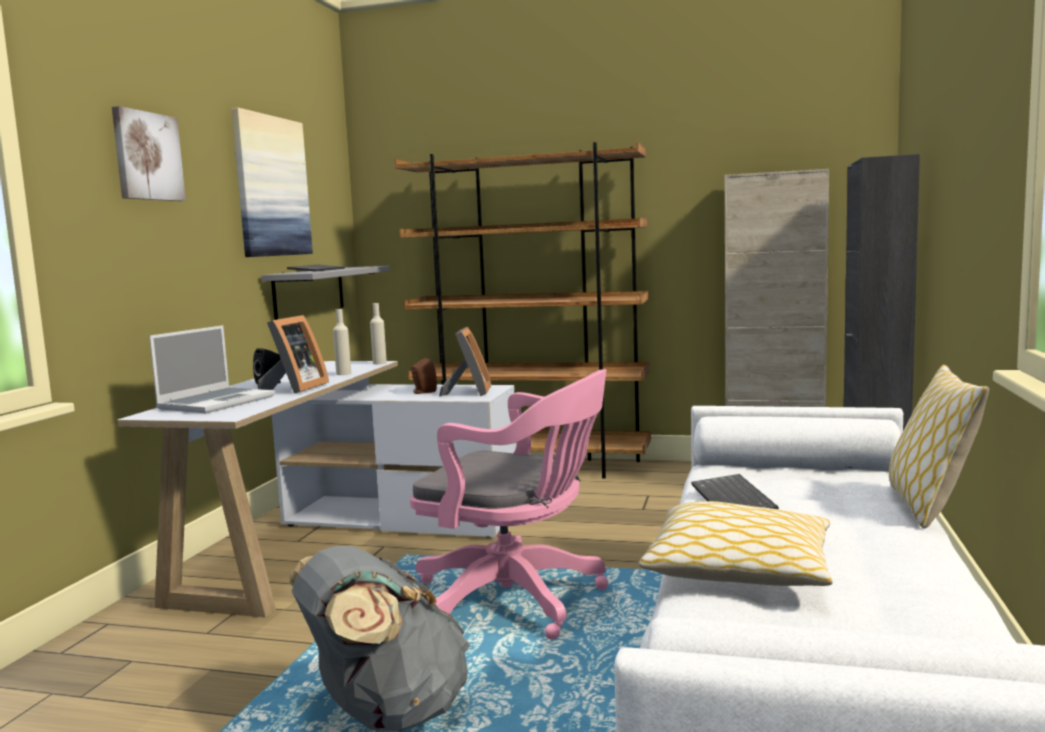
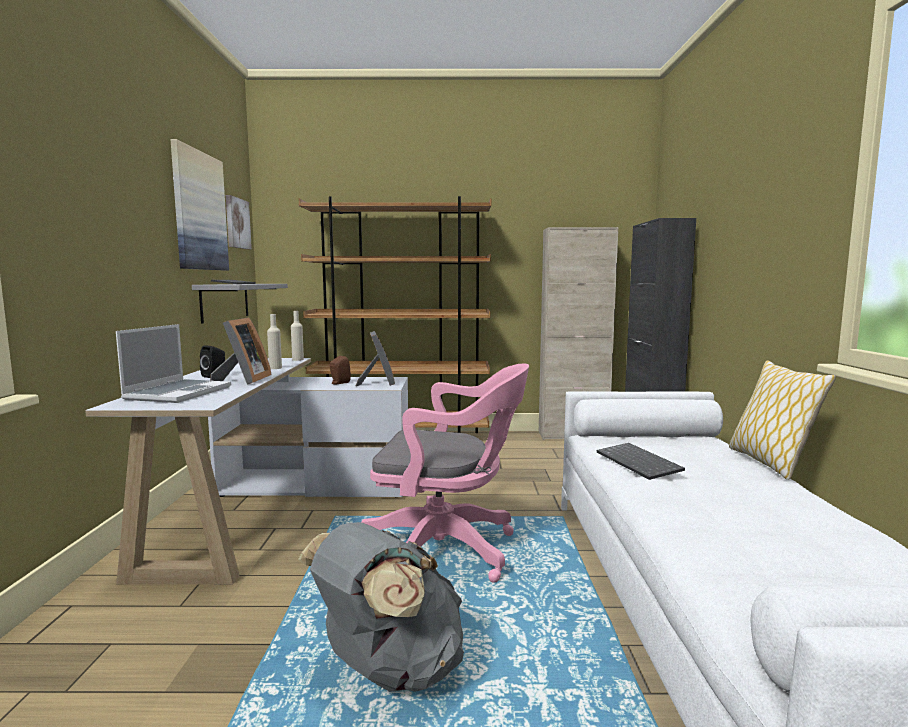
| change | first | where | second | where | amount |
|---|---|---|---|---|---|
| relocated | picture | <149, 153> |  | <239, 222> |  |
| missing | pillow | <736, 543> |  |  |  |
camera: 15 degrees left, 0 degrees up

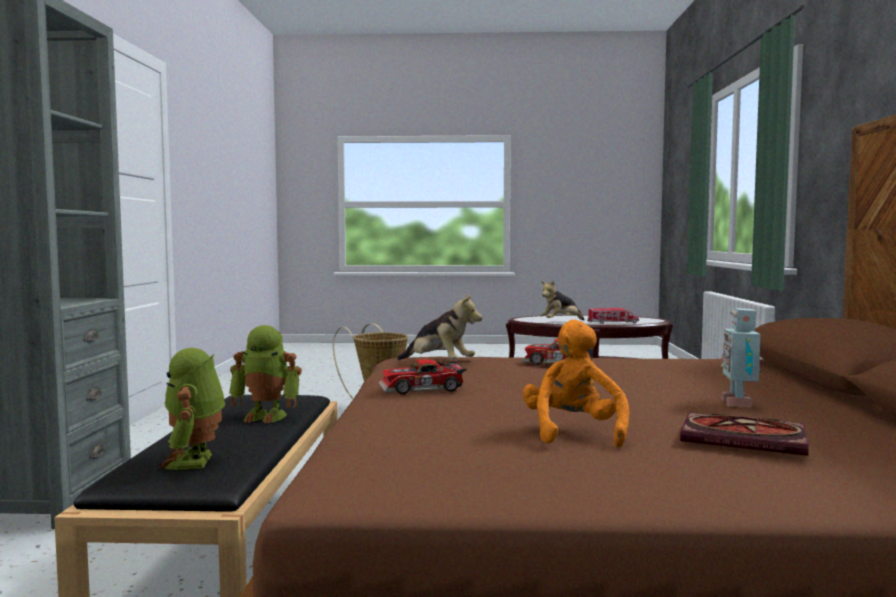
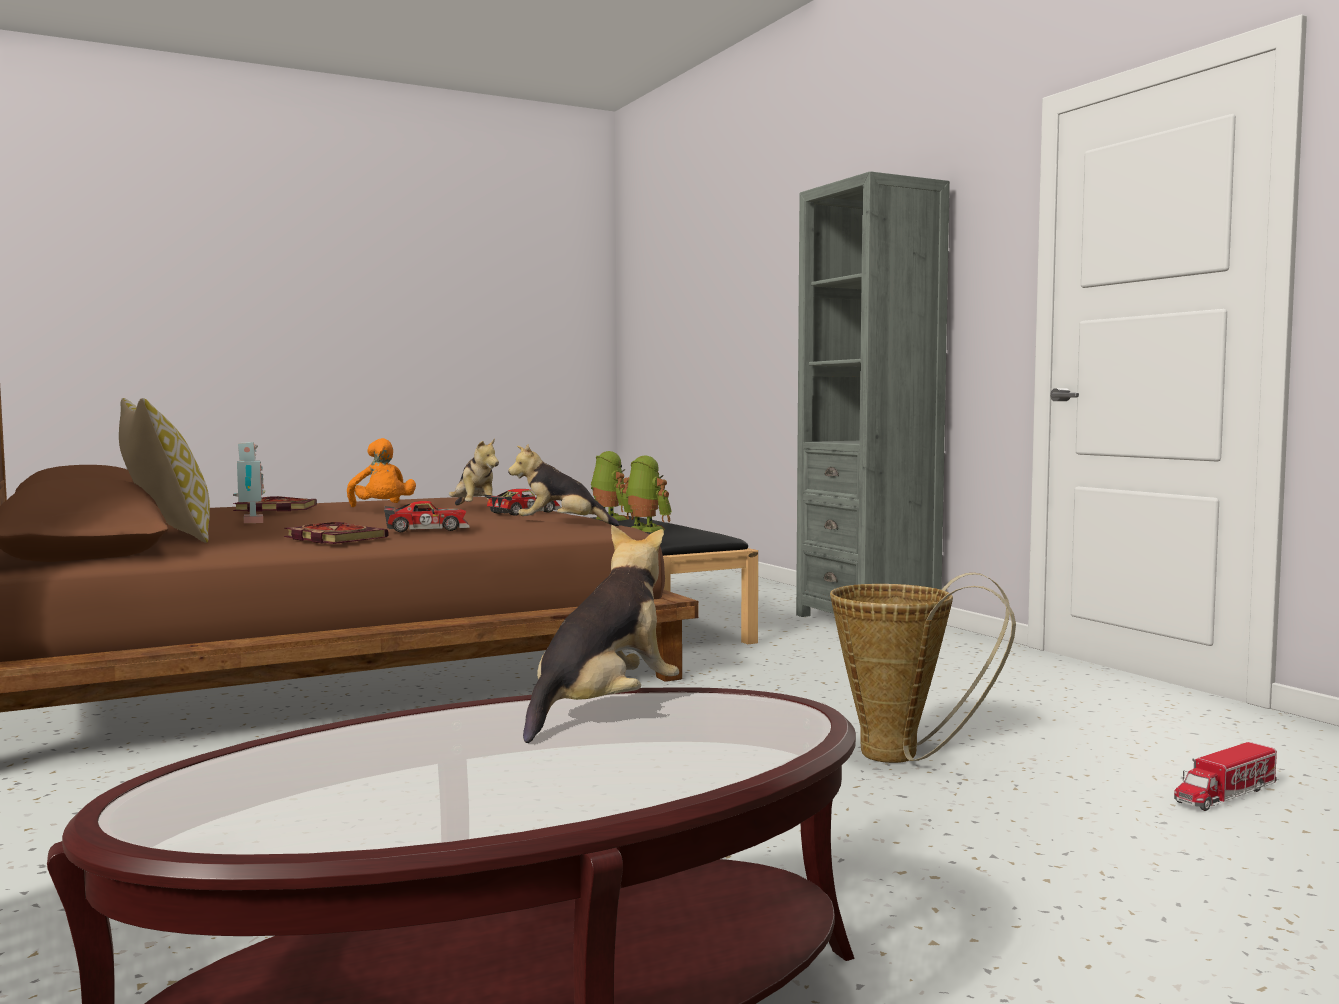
| change | first | where | second | where | amount |
|---|---|---|---|---|---|
| relocated | toy truck | <613, 316> |  | <1225, 776> |  |
| spun | toy robot | <265, 374> |  | <646, 493> | 60 degrees clockwise |
| appeared |  |  | pillow | <164, 470> |  |
| appeared |  |  | plush toy | <474, 471> |  |
| appeared |  |  | book | <336, 533> |  |
camera: 150 degrees right, 0 degrees up

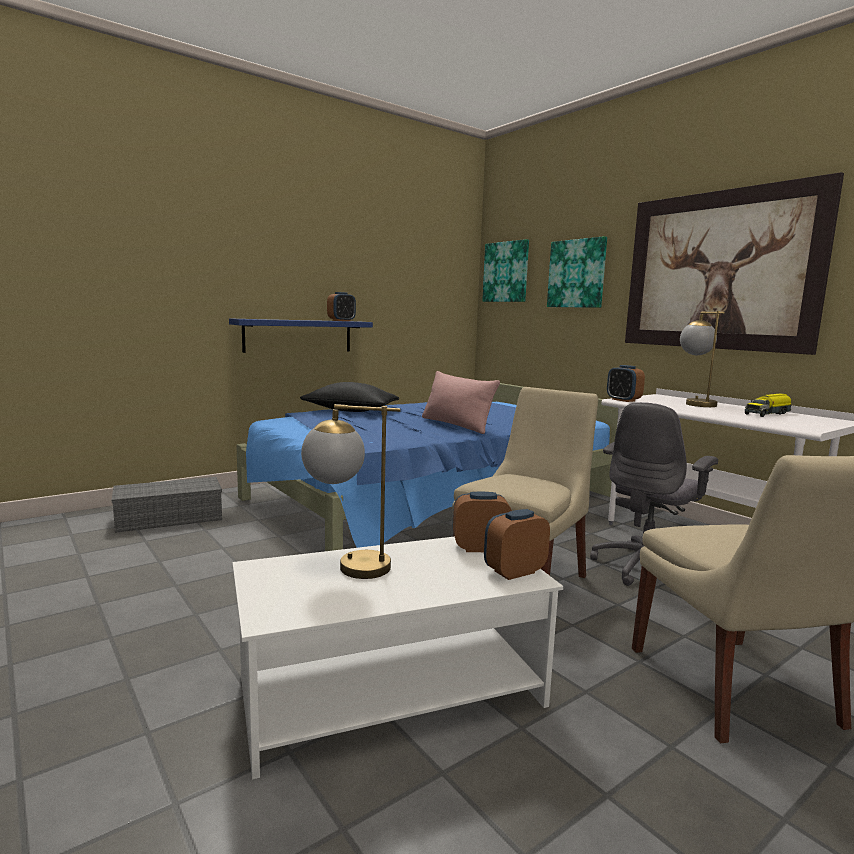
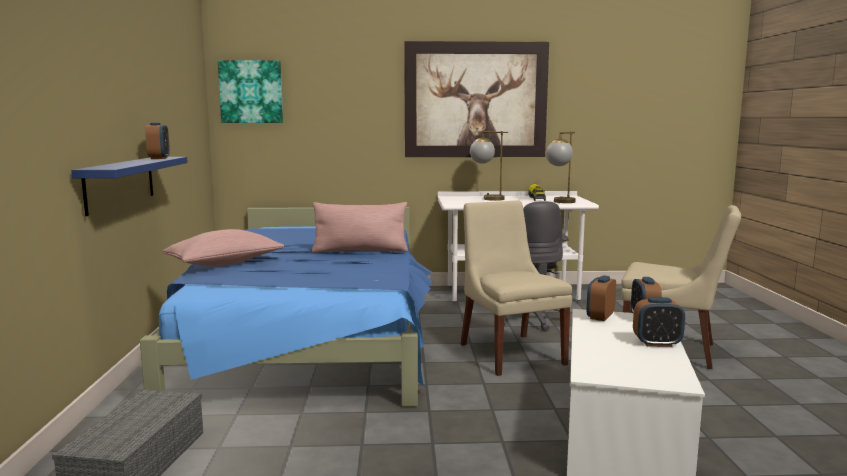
| change | first | where | second | where | amount |
|---|---|---|---|---|---|
| missing | picture | <577, 272> |  |  |  |
| relocated | alarm clock | <626, 383> |  | <659, 322> |  |
| colour | pillow/black | <349, 397> | pillow/pink | <223, 247> |  |
| relocated | table lamp | <351, 491> |  | <561, 167> |  |
camera: 55 degrees left, 0 degrees up

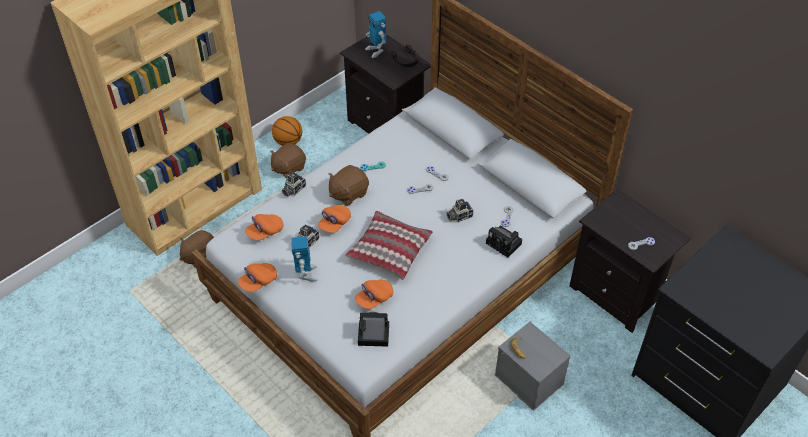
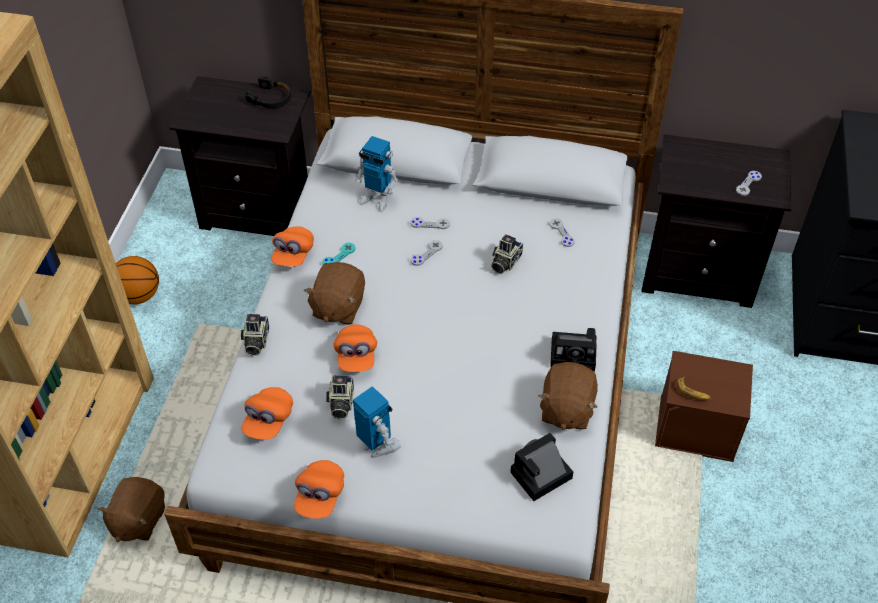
| change | first | where | second | where | amount |
|---|---|---|---|---|---|
| relocated | toy robot | <375, 34> |  | <376, 174> |  |
| relocated | plush toy/brown | <288, 160> |  | <568, 396> |  |
| missing | pillow | <389, 245> |  |  |  |
| relocated | photo camera | <504, 241> |  | <573, 349> |  |
| relocated | cap/orange | <374, 294> |  | <292, 246> |  |
| colour | storage box/grey | <533, 366> | storage box/brown | <704, 406> |  |
camera: 35 degrees left, 0 degrees up

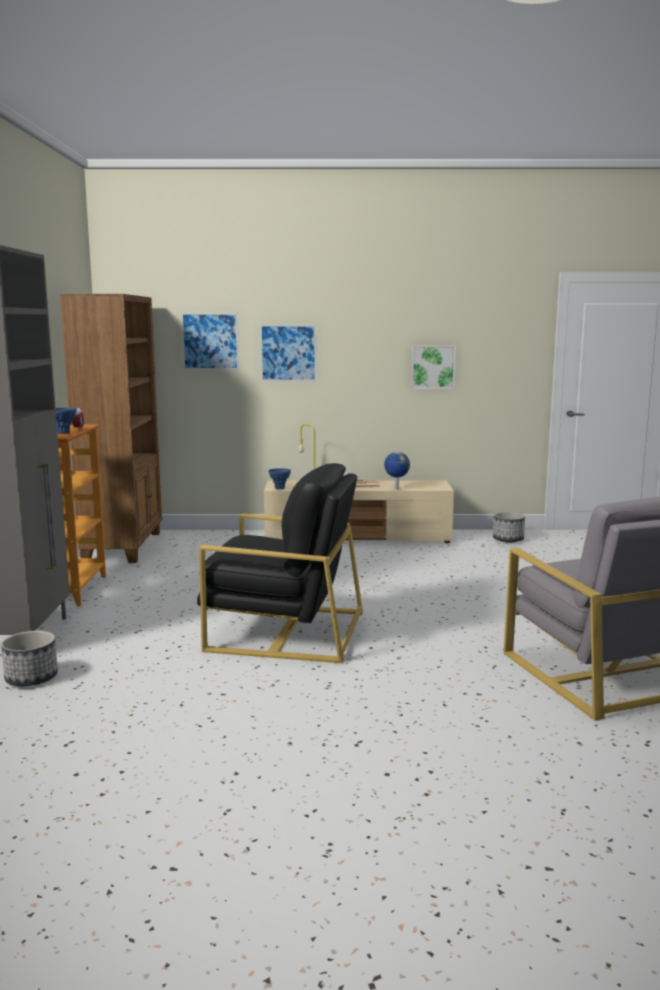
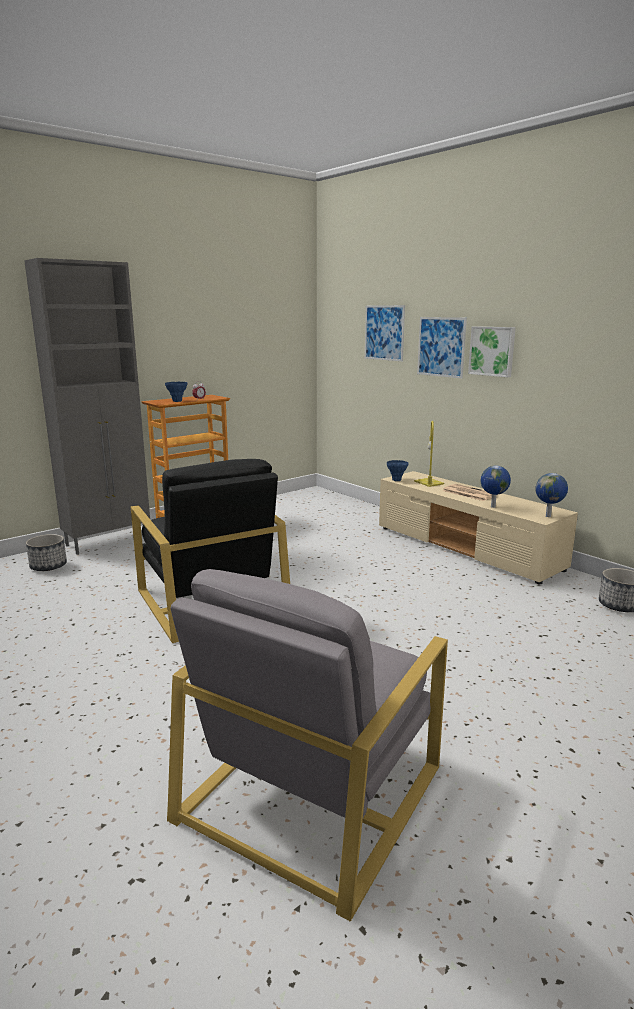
| change | first | where | second | where | amount |
|---|---|---|---|---|---|
| missing | bookcase/brown | <111, 428> |  |  |  |
| relocated | picture | <433, 367> |  | <492, 351> |  |
| appeared |  |  | globe | <551, 495> |  |
camera: 50 degrees right, 5 degrees up

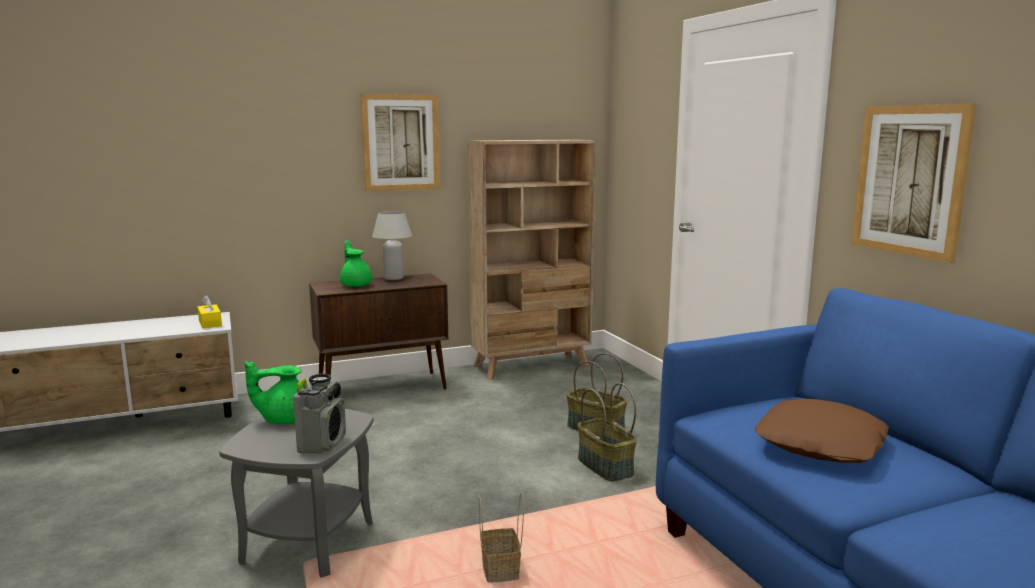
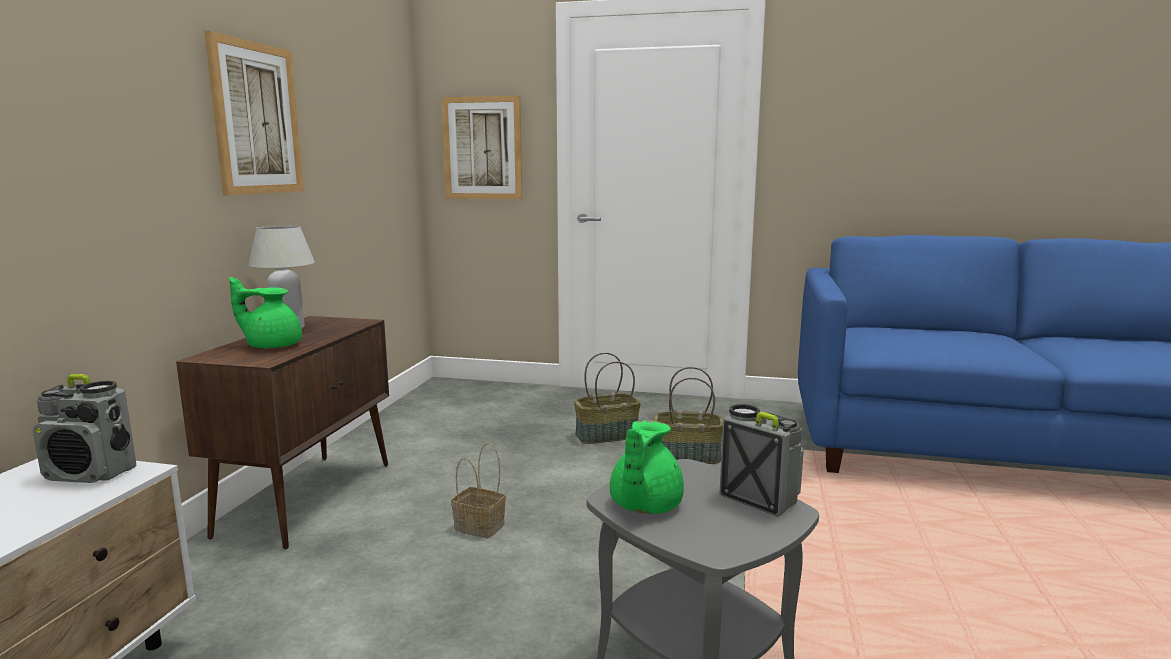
| change | first | where | second | where | amount |
|---|---|---|---|---|---|
| relocated | picture | <913, 183> |  | <481, 147> |  |
| missing | bookcase/beige | <532, 259> |  |  |  |
| exchanged | tissue box/yellow | <210, 311> | radio | <84, 428> |  |
| missing | pillow/brown | <821, 431> |  |  |  |
| relocated | basket | <501, 537> |  | <478, 490> |  |
camera: 55 degrees left, 0 degrees up

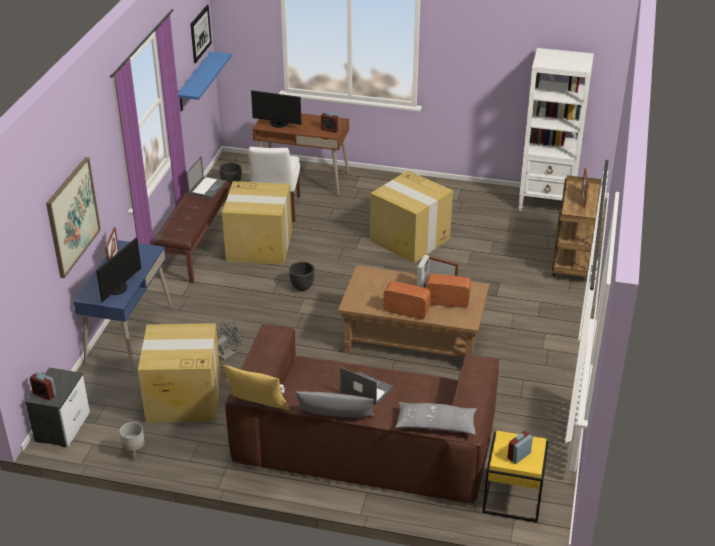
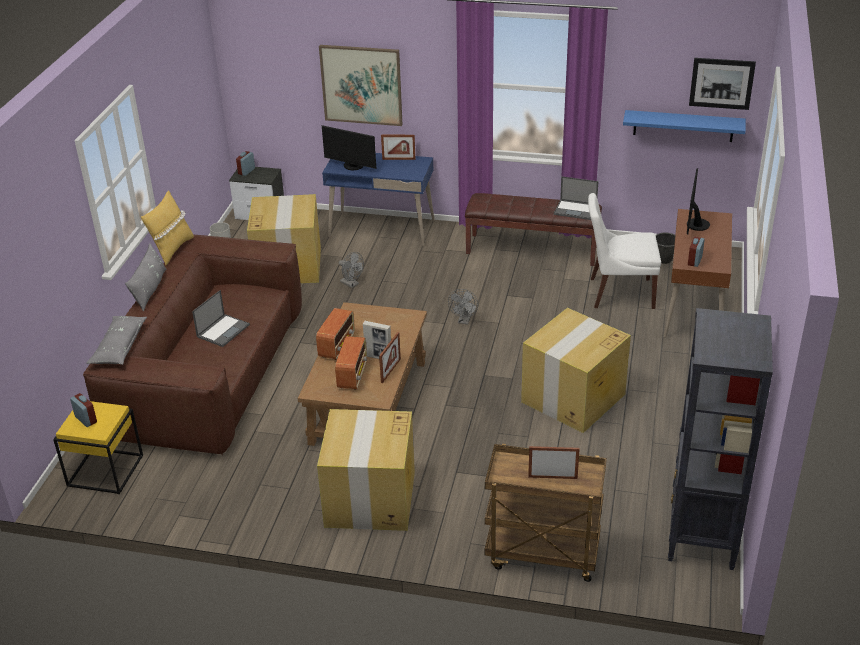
| change | first | where | second | where | amount |
|---|---|---|---|---|---|
| colour | bookcase/white | <556, 129> | bookcase/black | <720, 439> |  |
| relocated | cardboard box | <257, 223> |  | <366, 470> |  |
| exchanged | planter/black | <301, 276> | fan/grey | <463, 306> |  |
camera: 90 degrees right, 0 degrees up

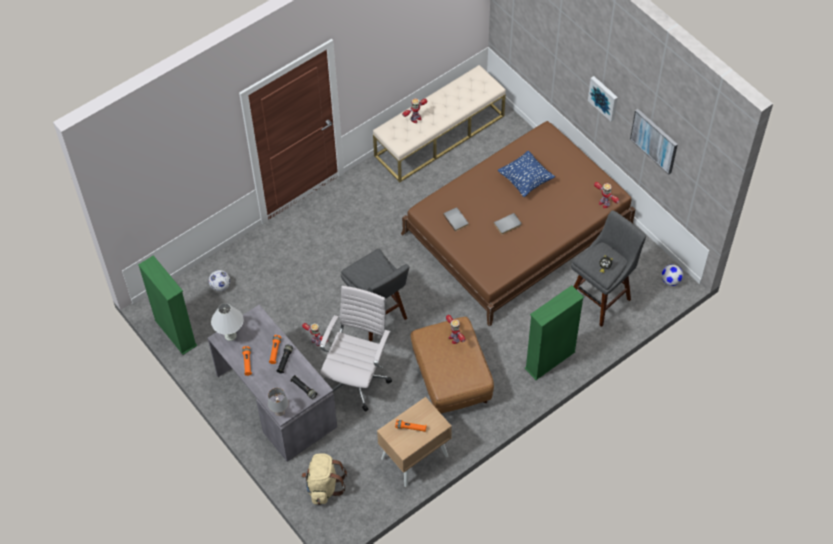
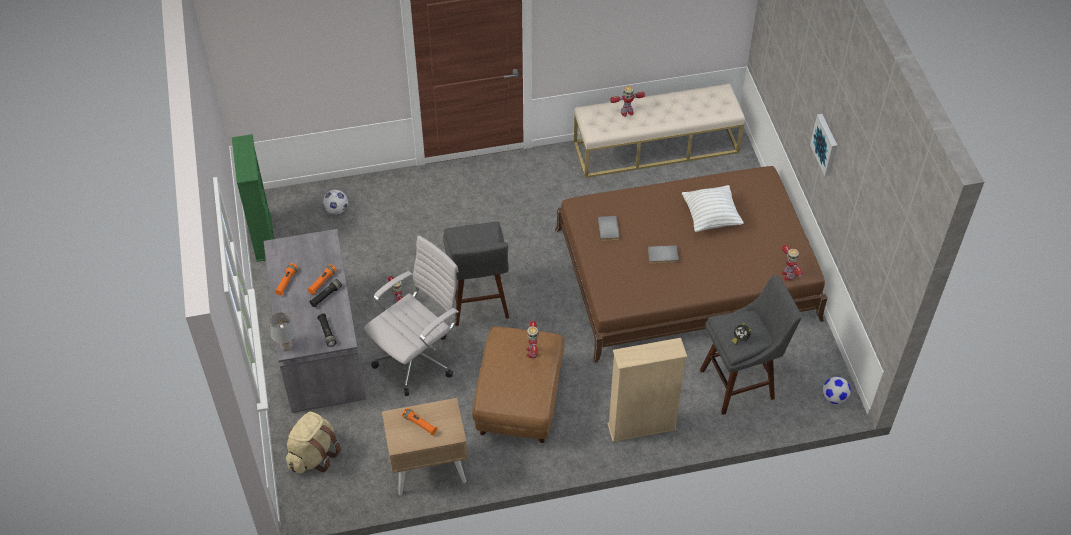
| change | first | where | second | where | amount |
|---|---|---|---|---|---|
| missing | picture | <654, 141> |  |  |  |
| colour | pillow/blue | <526, 174> | pillow/white | <712, 208> |  |
| colour | bookcase/green | <554, 332> | bookcase/beige | <647, 390> |  |
| missing | table lamp/white | <227, 322> |  |  |  |
camera: 25 degrees right, 5 degrees down

